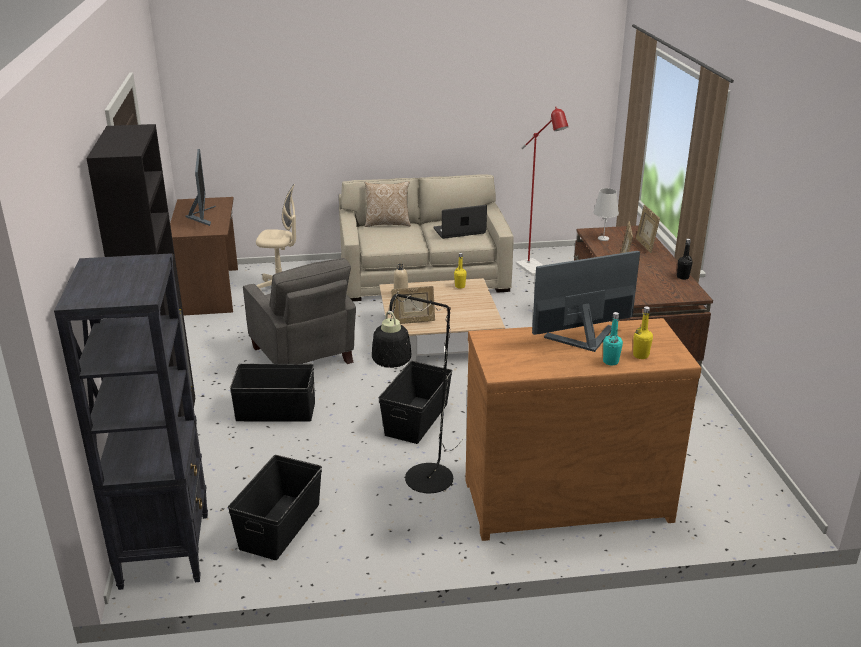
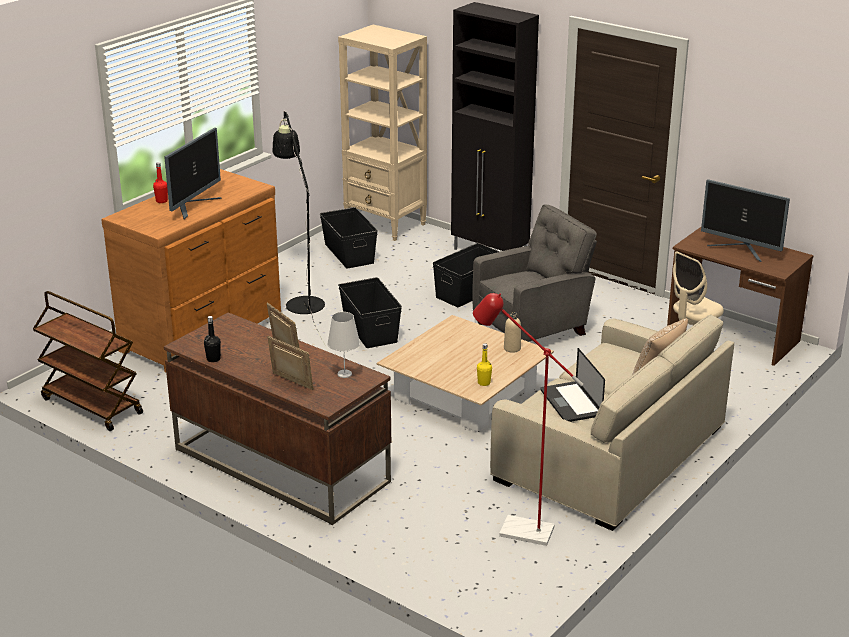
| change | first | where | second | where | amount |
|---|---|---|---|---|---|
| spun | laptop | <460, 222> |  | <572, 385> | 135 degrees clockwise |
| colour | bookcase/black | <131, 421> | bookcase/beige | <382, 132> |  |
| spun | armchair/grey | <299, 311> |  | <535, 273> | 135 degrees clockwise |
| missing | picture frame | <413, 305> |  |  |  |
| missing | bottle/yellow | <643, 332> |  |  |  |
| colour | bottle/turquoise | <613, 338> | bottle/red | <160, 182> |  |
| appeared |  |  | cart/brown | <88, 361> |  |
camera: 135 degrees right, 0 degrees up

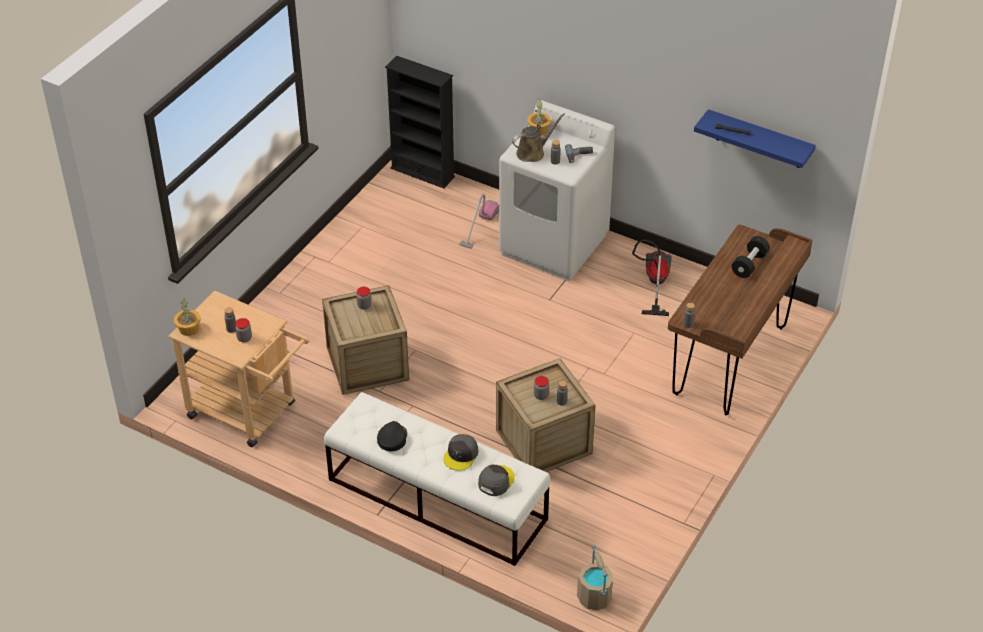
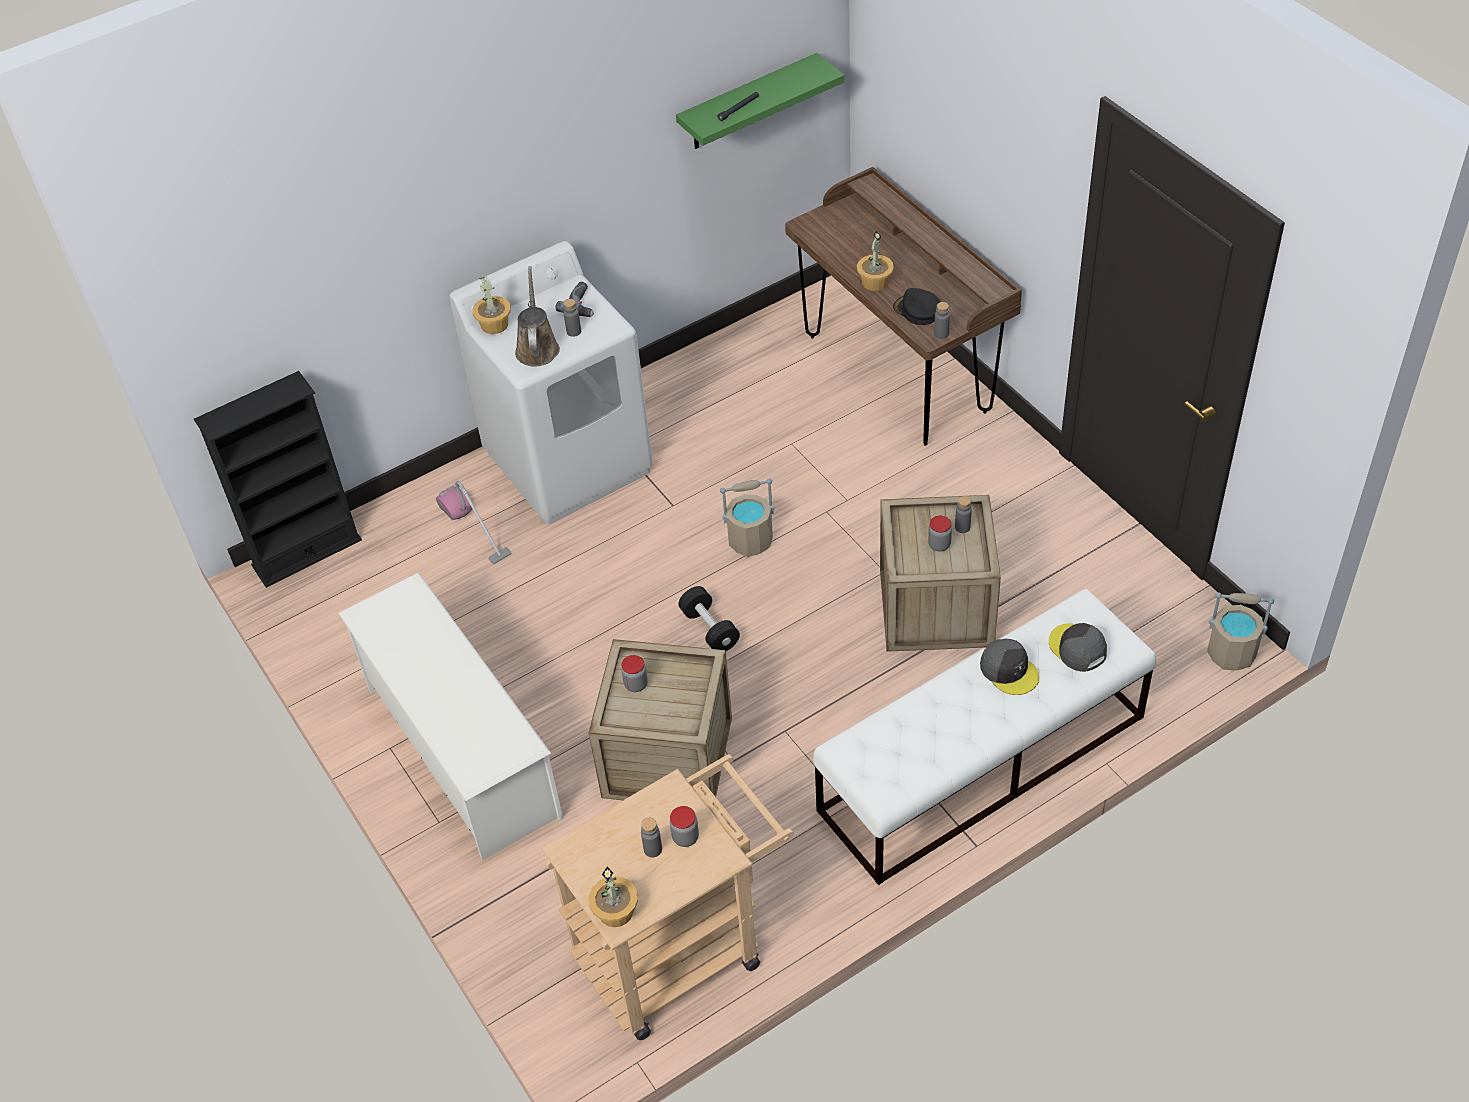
| change | first | where | second | where | amount |
|---|---|---|---|---|---|
| colour | shelf/blue | <755, 138> | shelf/green | <760, 101> |  |
| relocated | dumbbell/black | <751, 257> |  | <709, 618> |  |
| missing | vacuum cleaner | <652, 278> |  |  |  |
| relocated | cap/black | <392, 436> |  | <917, 306> |  |
| appeared |  |  | potted plant | <875, 261> |  |
| appeared |  |  | bucket/beige | <747, 518> |  |
| appeared |  |  | shoe rack/white | <450, 716> |  |
camera: 60 degrees left, 5 degrees up

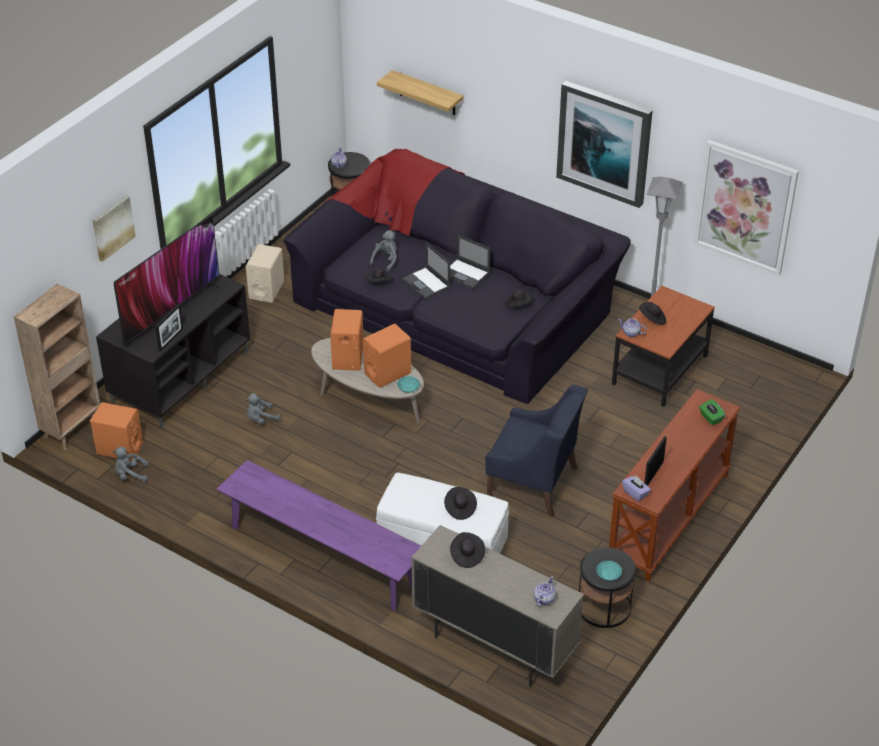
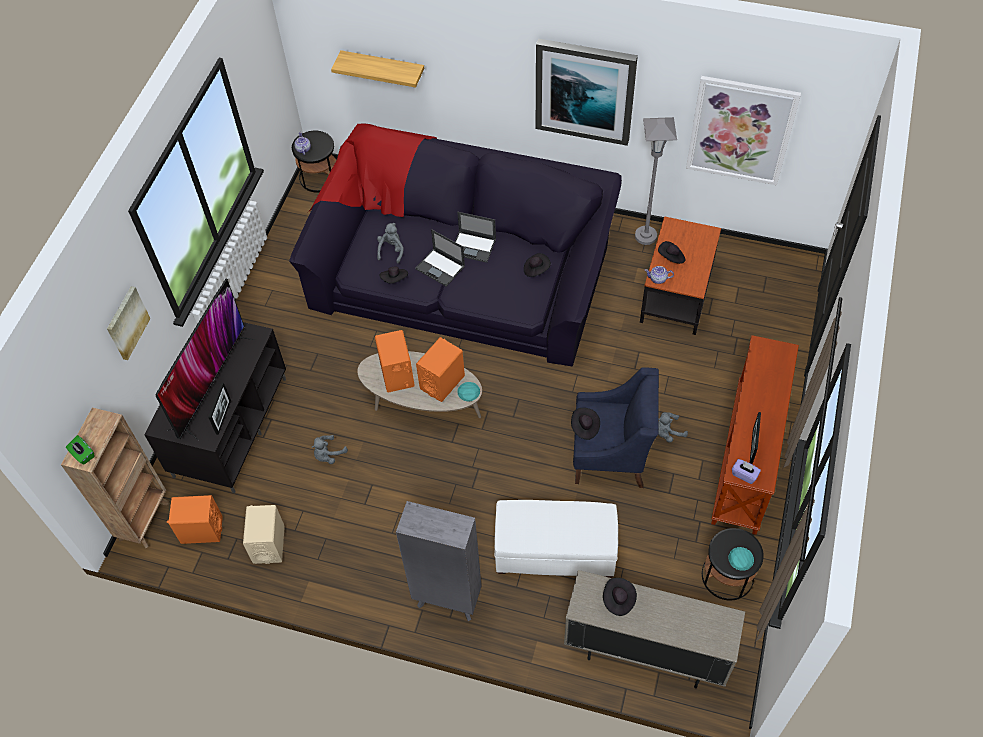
| change | first | where | second | where | amount |
|---|---|---|---|---|---|
| relocated | speaker/beige | <265, 273> |  | <264, 534> |  |
| relocated | tissue box/green | <712, 412> |  | <80, 450> |  |
| relocated | plush toy/grey | <131, 464> |  | <673, 427> |  |
| exchanged | bench/purple | <319, 535> | bookcase/grey | <439, 561> |  |
| relocated | hat/black | <460, 503> |  | <585, 424> |  |
| missing | teapot | <545, 591> |  |  |  |
camera: 15 degrees left, 15 degrees up

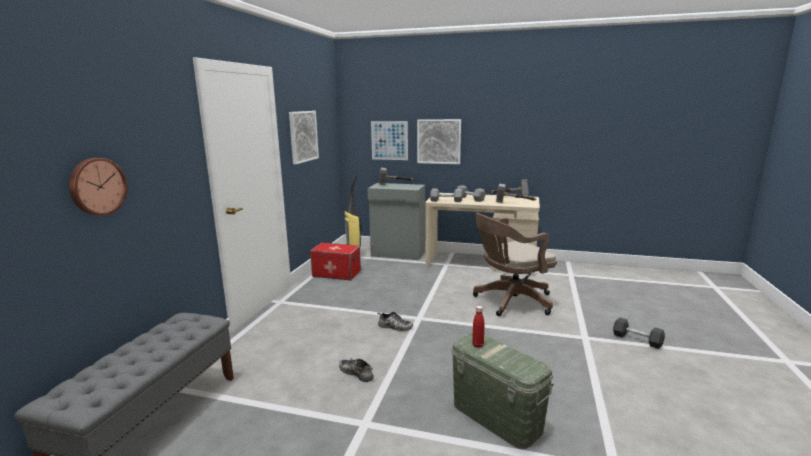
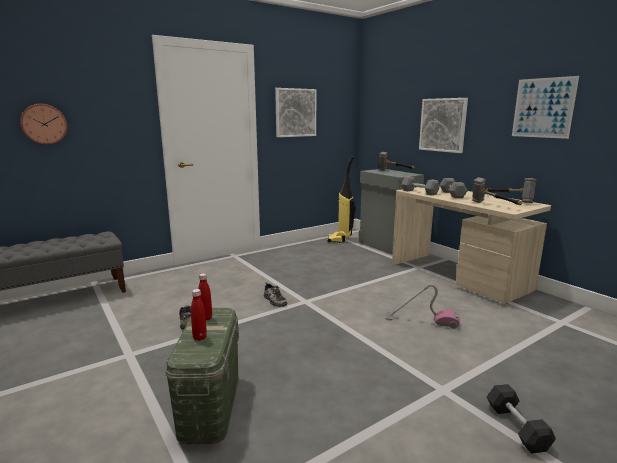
| change | first | where | second | where | amount |
|---|---|---|---|---|---|
| relocated | picture | <389, 140> |  | <545, 107> |  |
| exchanged | office chair/brown | <515, 264> | vacuum cleaner | <422, 306> |  |
| missing | storage box | <335, 262> |  |  |  |
| appeared |  |  | bottle/red | <199, 315> |  |
camera: 40 degrees right, 0 degrees up

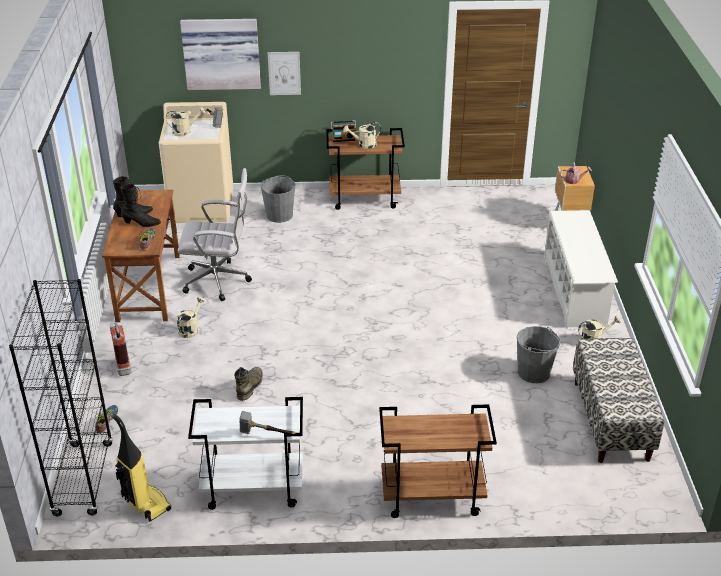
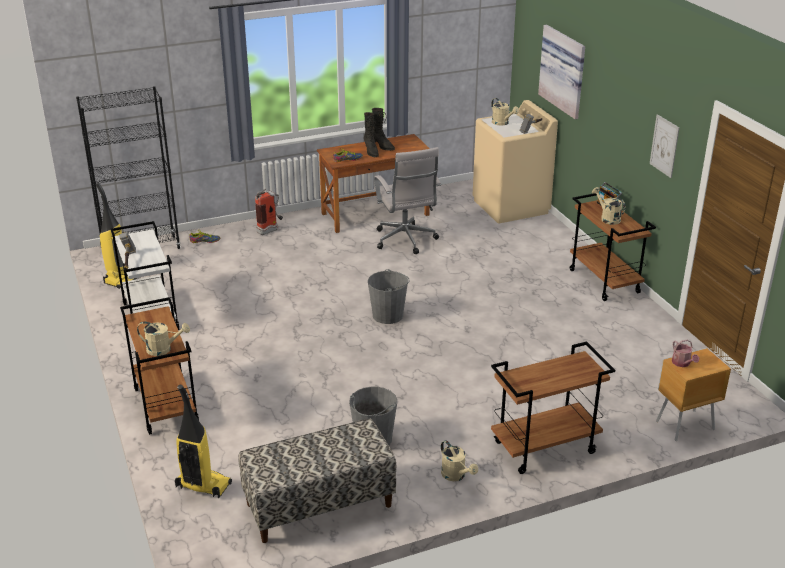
| change | first | where | second | where | amount |
|---|---|---|---|---|---|
| relocated | picture | <284, 73> |  | <664, 146> |  |
| relocated | bucket/grey | <278, 199> |  | <389, 296> |  |
| exchanged | shoe rack/white | <581, 269> | cart/brown | <553, 407> |  |
| relocated | watering can/beige | <191, 317> |  | <163, 338> |  |
| missing | boot/green | <248, 384> |  |  |  |
| appeared |  |  | vacuum cleaner | <203, 441> |  |
camera: 70 degrees right, 5 degrees down

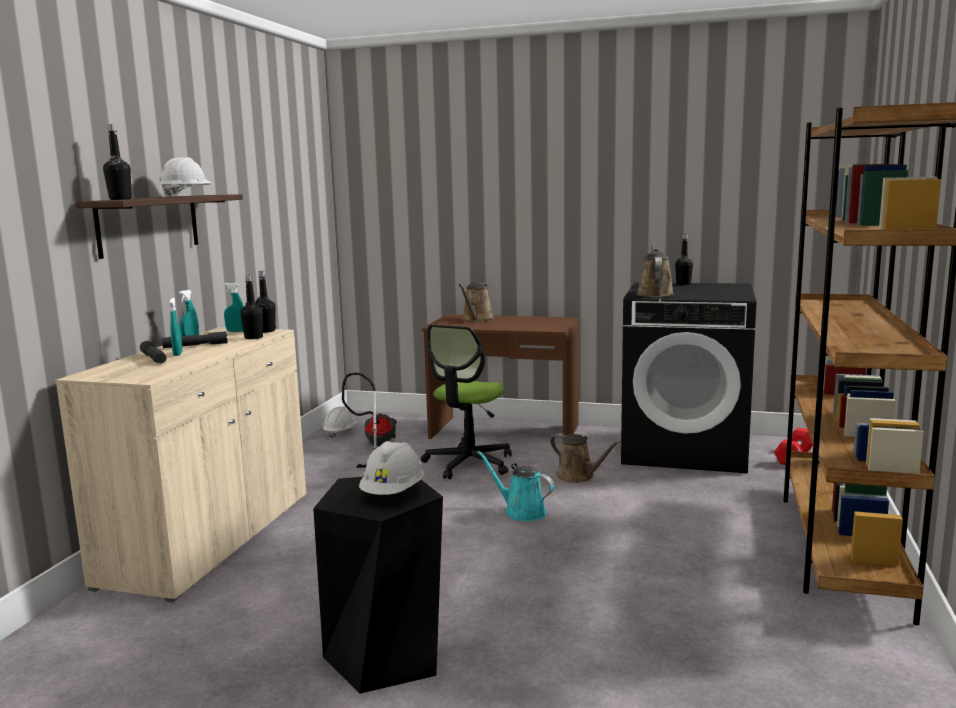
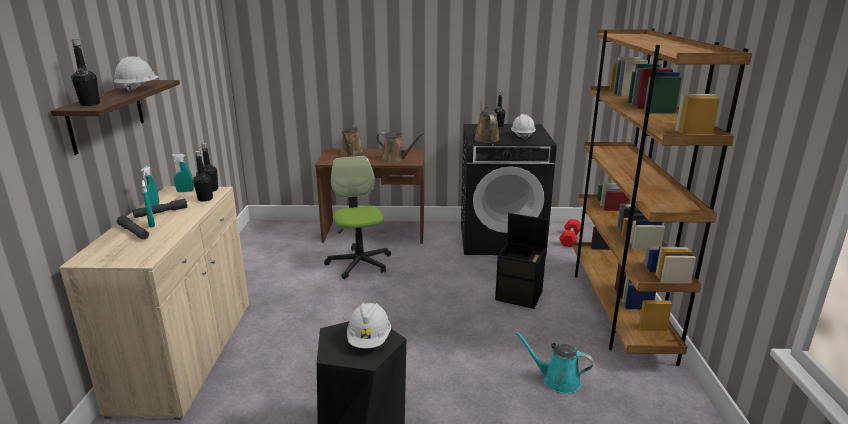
| change | first | where | second | where | amount |
|---|---|---|---|---|---|
| spun | office chair | <466, 401> |  | <357, 217> | 150 degrees clockwise |
| missing | vacuum cleaner | <369, 420> |  |  |  |
| relocated | hard hat/white | <340, 423> |  | <523, 127> |  |
| relocated | watering can/brown | <585, 458> |  | <400, 147> |  |
| relocated | watering can/turquoise | <515, 486> |  | <554, 362> |  |
| appeared |  |  | storage box/black | <521, 261> |  |
camera: 15 degrees left, 10 degrees up

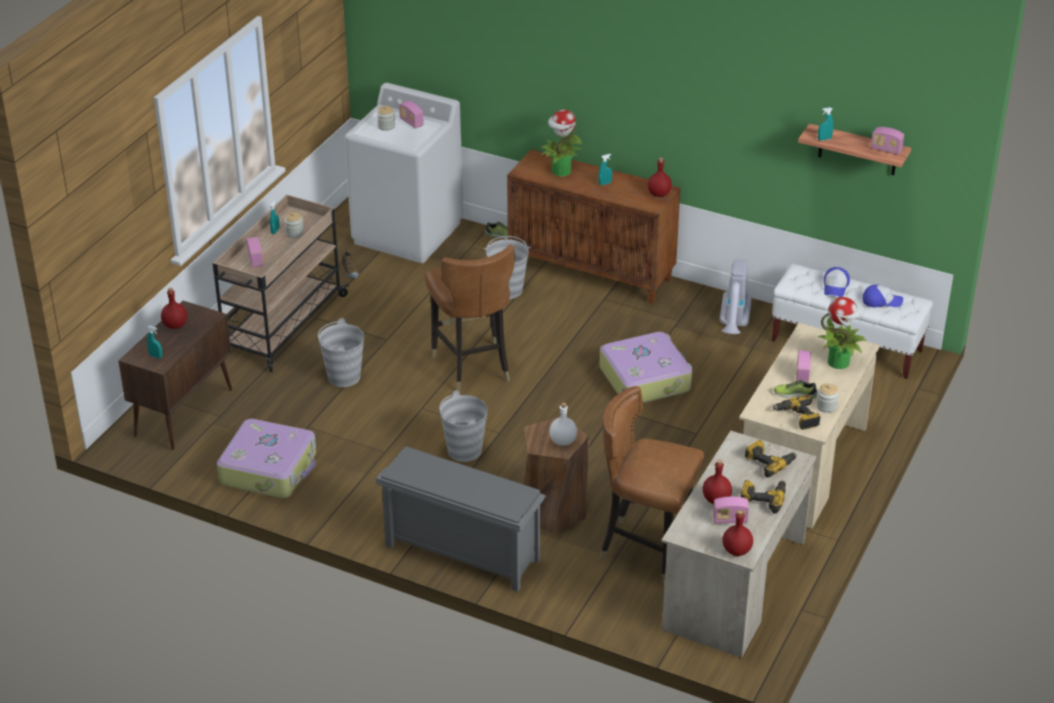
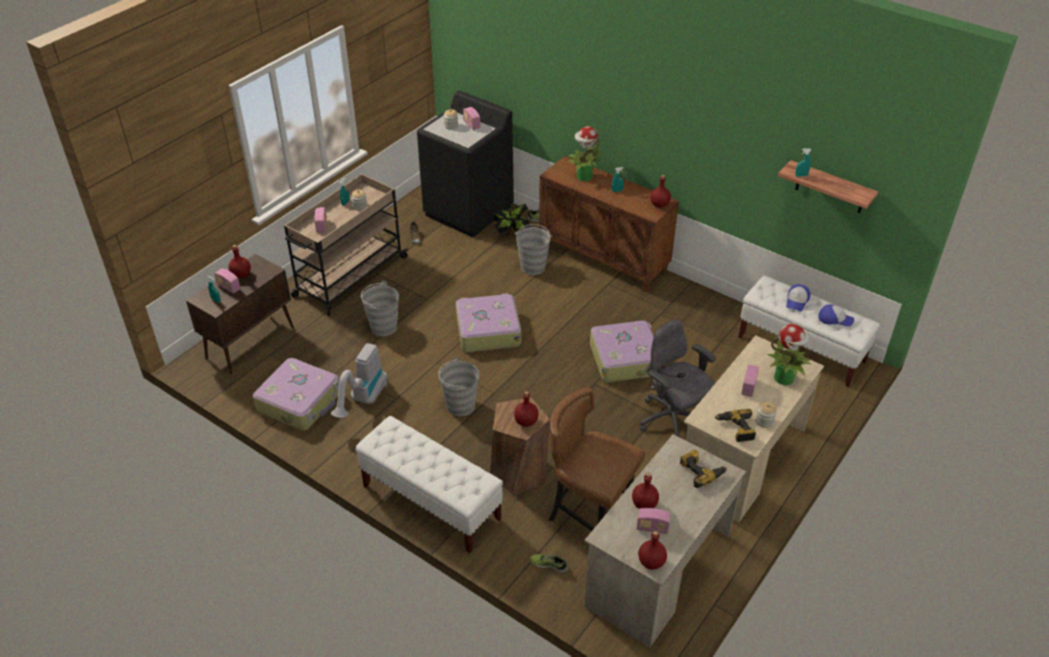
| change | first | where | second | where | amount |
|---|---|---|---|---|---|
| colour | washing machine/white | <404, 173> | washing machine/black | <465, 164> |  |
| relocated | radio | <887, 141> |  | <227, 281> |  |
| exchanged | chair/brown | <470, 318> | suitcase | <488, 322> |  |
| relocated | vacuum cleaner | <736, 296> |  | <359, 380> |  |
| relocated | shoe | <796, 389> |  | <549, 563> |  |
| colour | bottle/white | <563, 423> | bottle/red | <526, 409> |  |
| exchanged | shoe rack/grey | <461, 519> | bench/white | <429, 484> |  |
| missing | power drill | <763, 497> |  |  |  |
| appeared |  |  | potted plant | <512, 220> |  |
| appeared |  |  | office chair/grey | <678, 378> |  |
camera: 10 degrees right, 5 degrees up

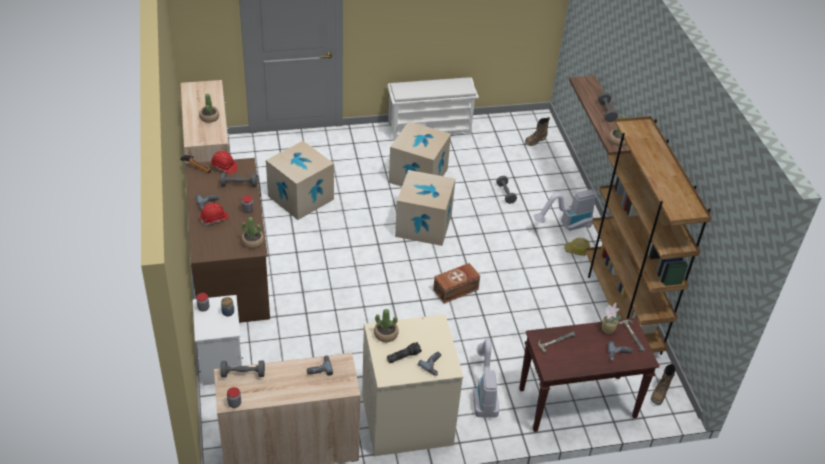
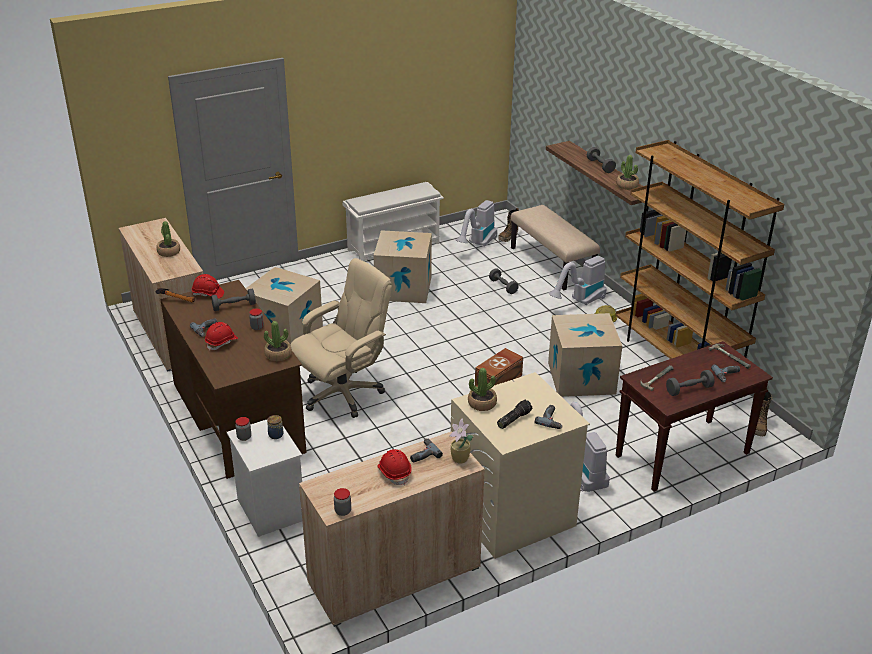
| change | first | where | second | where | amount |
|---|---|---|---|---|---|
| relocated | cardboard box | <425, 208> |  | <585, 355> |  |
| relocated | potted plant | <611, 318> |  | <461, 440> |  |
| relocated | dumbbell/grey | <242, 369> |  | <690, 383> |  |
| appeared |  |  | vacuum cleaner | <476, 223> |  |
| appeared |  |  | bench/beige | <555, 247> |  |
| appeared |  |  | office chair/beige | <341, 338> |  |
| appeared |  |  | hard hat/red | <395, 467> |  |
camera: 15 degrees left, 10 degrees down

